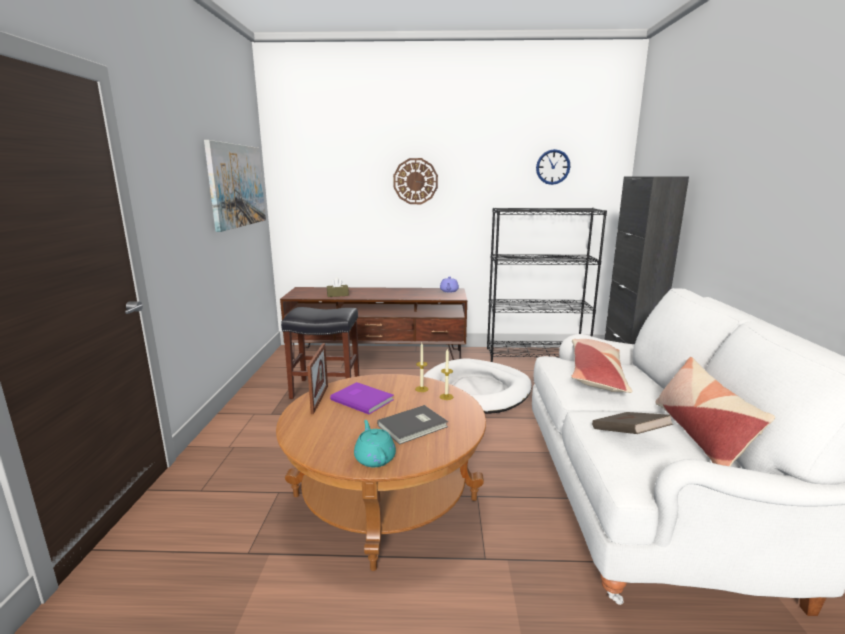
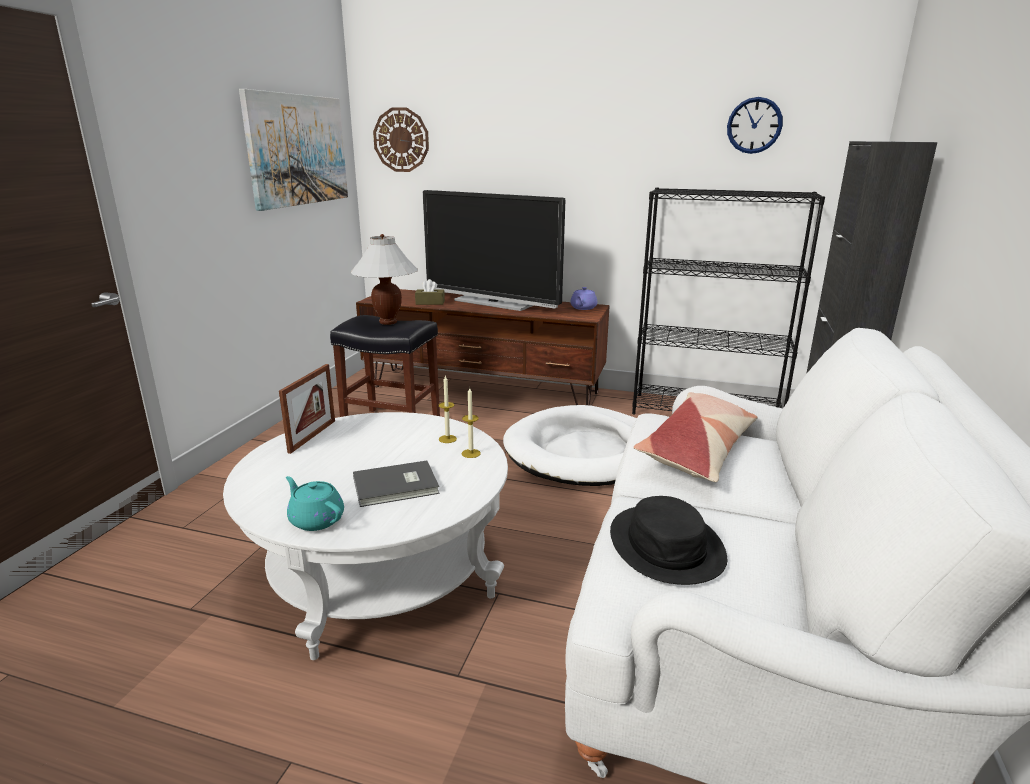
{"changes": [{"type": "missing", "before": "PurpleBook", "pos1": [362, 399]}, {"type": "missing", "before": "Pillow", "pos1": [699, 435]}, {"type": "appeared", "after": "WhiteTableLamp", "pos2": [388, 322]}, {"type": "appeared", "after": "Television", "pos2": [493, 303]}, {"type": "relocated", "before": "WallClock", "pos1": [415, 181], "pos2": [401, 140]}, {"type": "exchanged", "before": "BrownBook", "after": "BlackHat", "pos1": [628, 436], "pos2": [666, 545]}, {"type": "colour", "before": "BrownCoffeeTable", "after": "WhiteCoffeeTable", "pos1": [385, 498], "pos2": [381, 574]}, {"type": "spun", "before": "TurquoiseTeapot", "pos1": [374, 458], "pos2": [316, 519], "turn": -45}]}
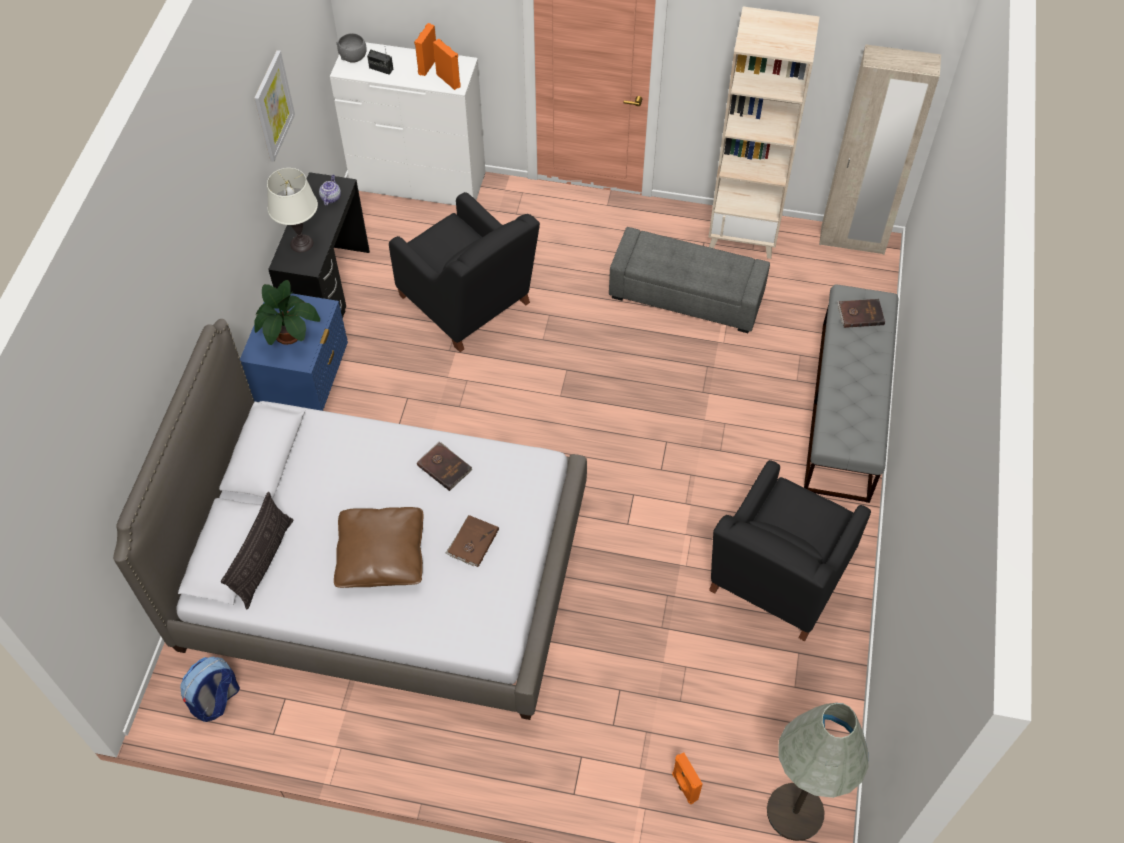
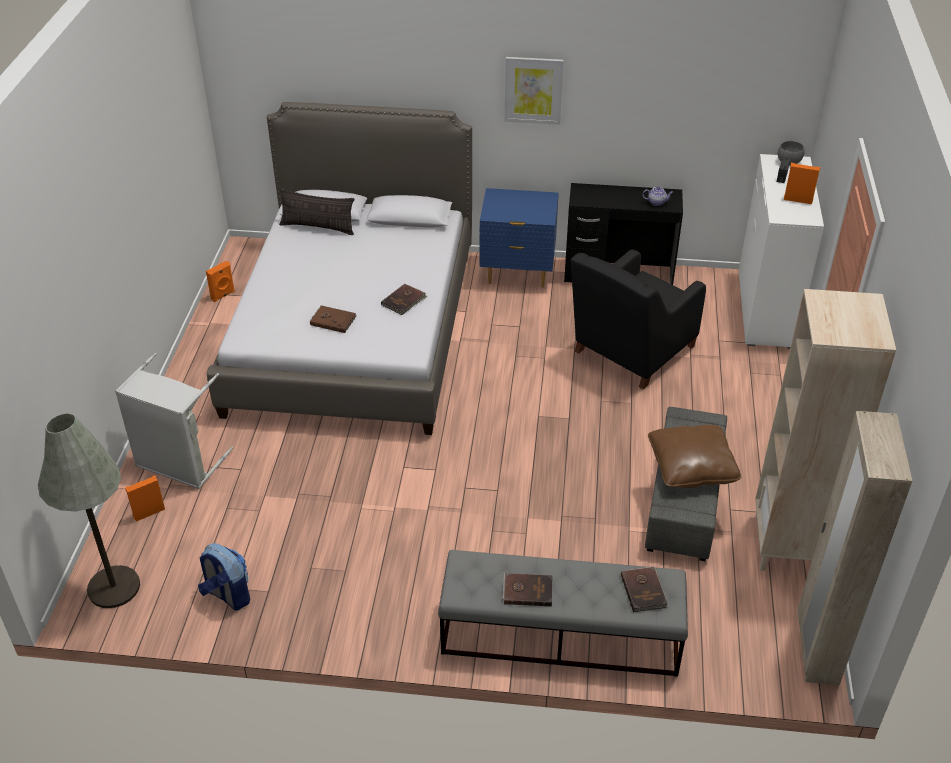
{"changes": [{"type": "missing", "before": "PottedPlant", "pos1": [289, 335]}, {"type": "missing", "before": "WhiteTableLamp", "pos1": [302, 243]}, {"type": "missing", "before": "BlackArmchair", "pos1": [777, 578]}, {"type": "appeared", "after": "GreyLaundryBasket", "pos2": [179, 464]}, {"type": "appeared", "after": "BrownBook", "pos2": [527, 590]}, {"type": "relocated", "before": "Backpack", "pos1": [216, 700], "pos2": [227, 595]}, {"type": "relocated", "before": "Picture", "pos1": [273, 106], "pos2": [533, 90]}, {"type": "relocated", "before": "BrownPillow", "pos1": [381, 555], "pos2": [691, 467]}, {"type": "relocated", "before": "OrangeSpeaker", "pos1": [449, 80], "pos2": [223, 295]}]}
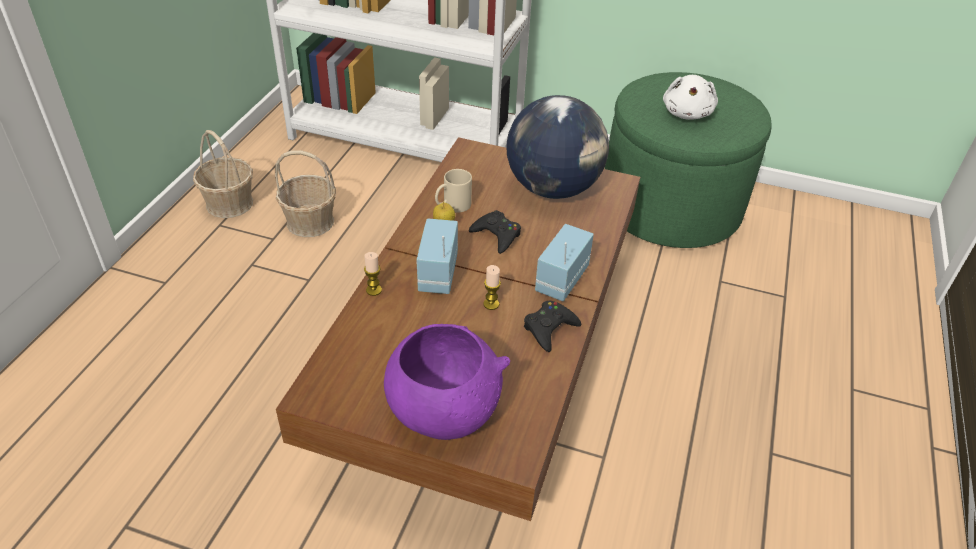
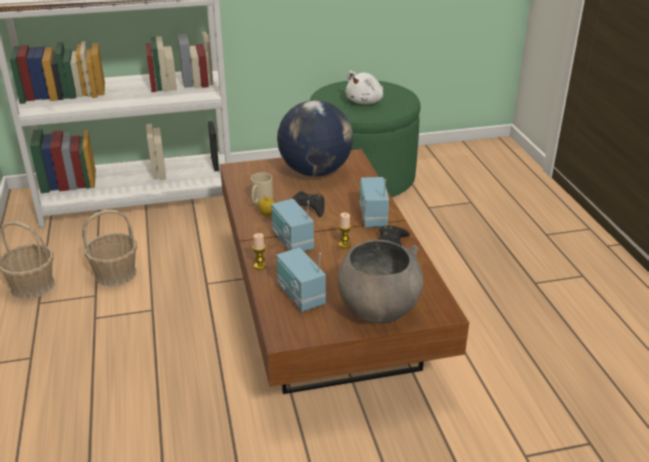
{"changes": [{"type": "appeared", "after": "Radio", "pos2": [300, 296]}, {"type": "colour", "before": "PurpleBowl", "after": "GreyBowl", "pos1": [443, 413], "pos2": [378, 310]}, {"type": "spun", "before": "WhitePlushToy", "pos1": [687, 113], "pos2": [365, 101], "turn": 60}]}
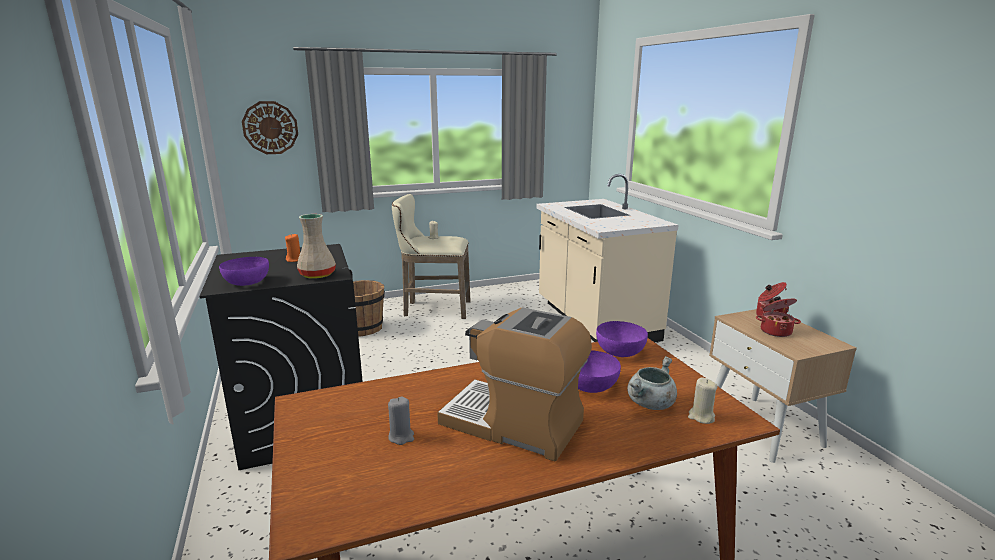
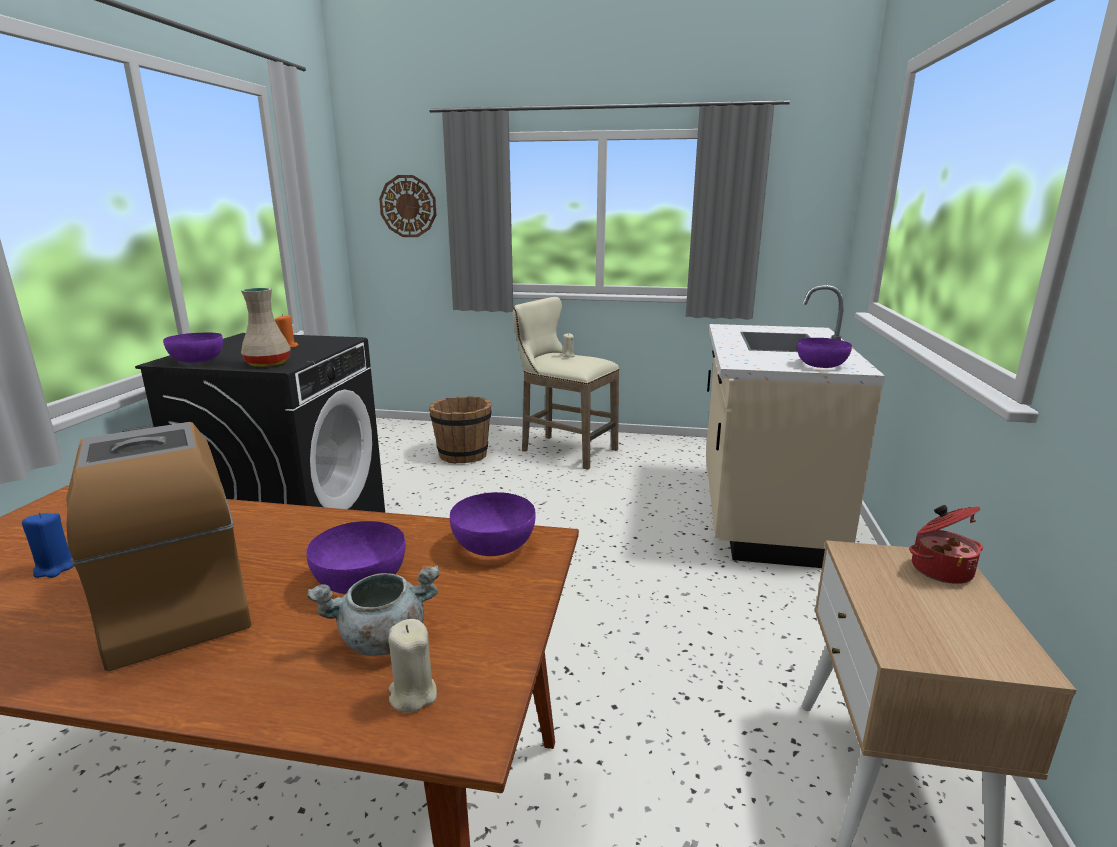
{"changes": [{"type": "missing", "before": "CookingPot", "pos1": [775, 331]}, {"type": "appeared", "after": "PurpleBowl", "pos2": [822, 365]}, {"type": "colour", "before": "GreyCandle", "after": "BlueCandle", "pos1": [401, 437], "pos2": [55, 568]}]}
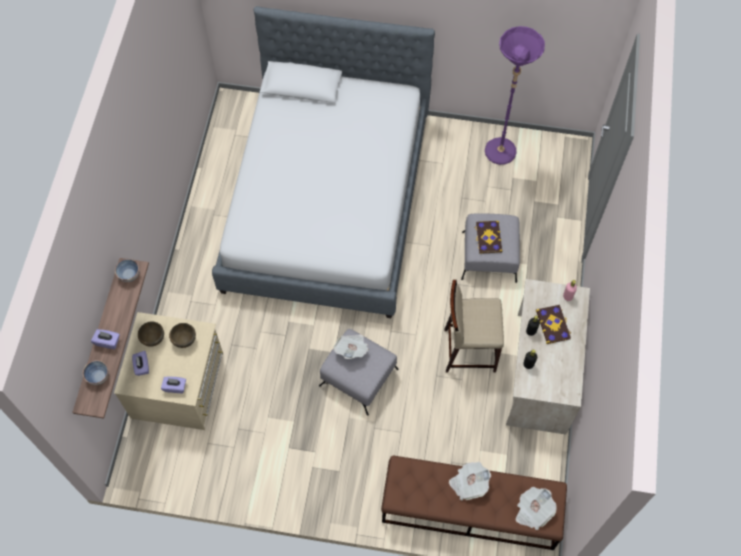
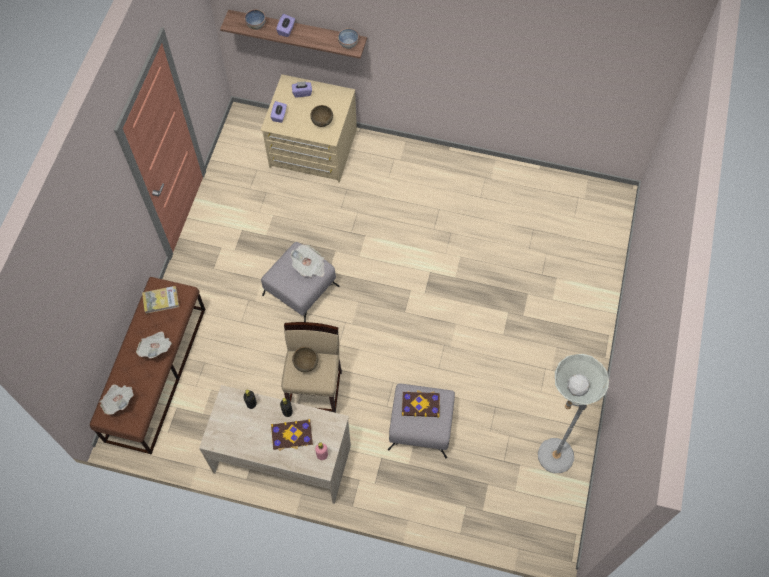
{"changes": [{"type": "missing", "before": "Bed", "pos1": [327, 202]}, {"type": "appeared", "after": "Book", "pos2": [161, 300]}, {"type": "relocated", "before": "BrownBowl", "pos1": [153, 339], "pos2": [306, 364]}, {"type": "colour", "before": "PurpleFloorLamp", "after": "GreyFloorLamp", "pos1": [499, 157], "pos2": [547, 453]}]}
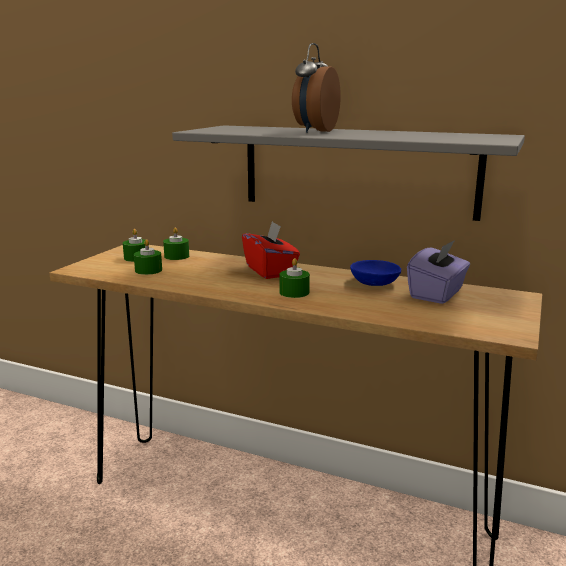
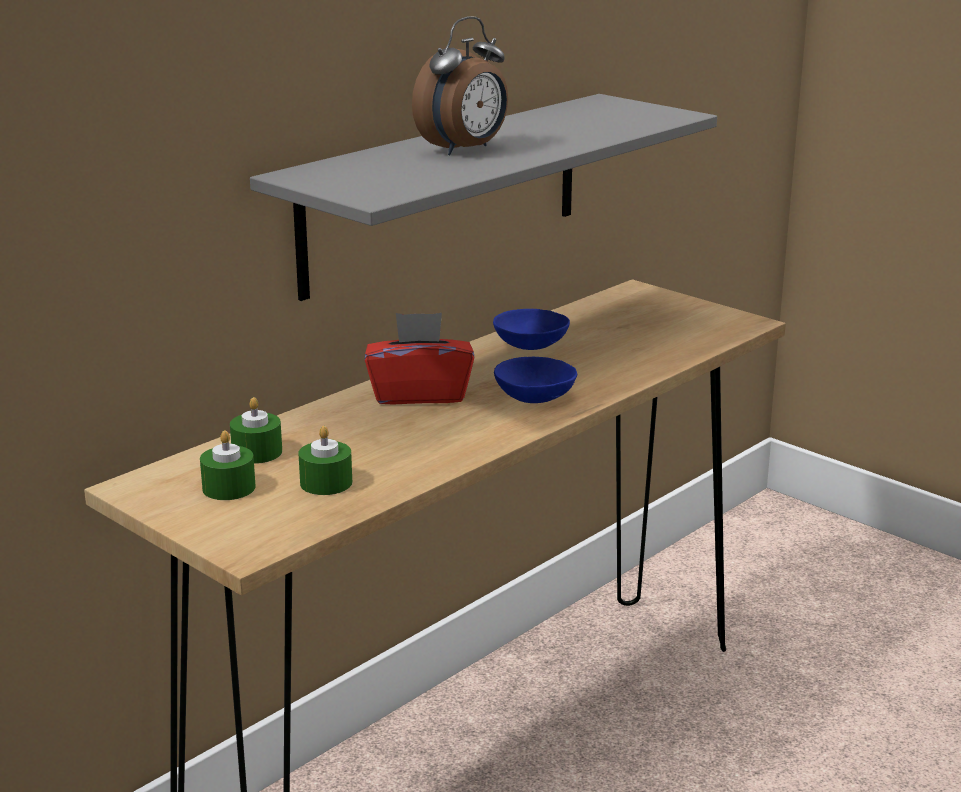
{"changes": [{"type": "missing", "before": "PurpleTissueBox", "pos1": [437, 294]}, {"type": "exchanged", "before": "GreenCandle", "after": "BlueBowl", "pos1": [294, 292], "pos2": [536, 394]}, {"type": "spun", "before": "AlarmClock", "pos1": [314, 131], "pos2": [465, 150], "turn": -90}]}
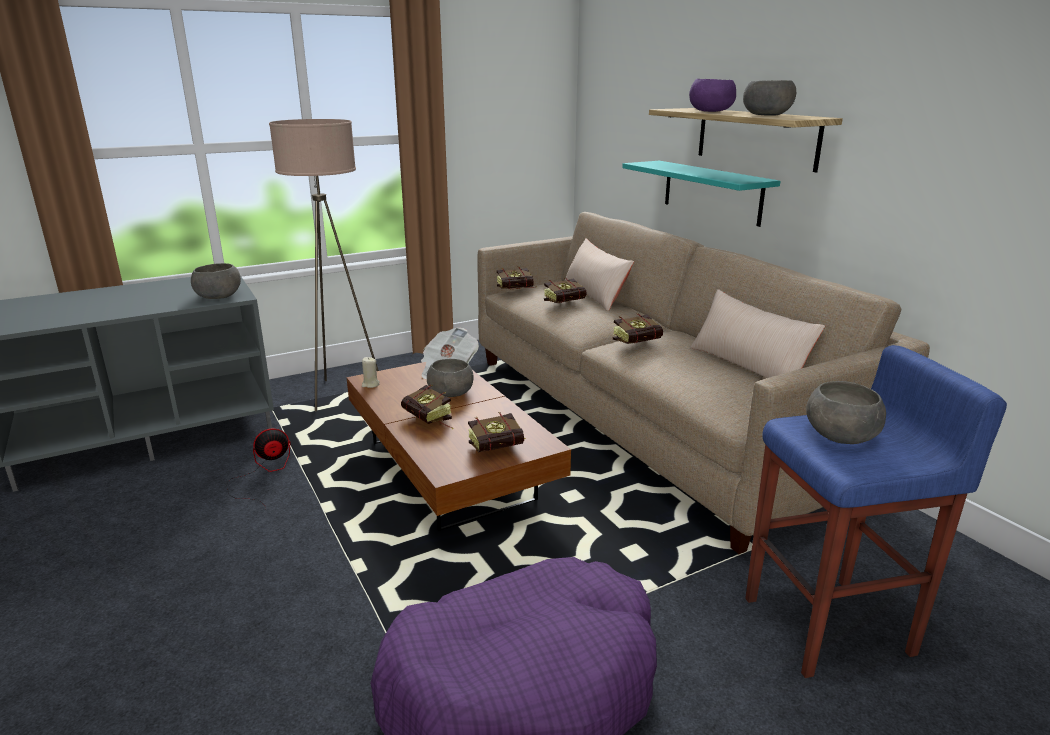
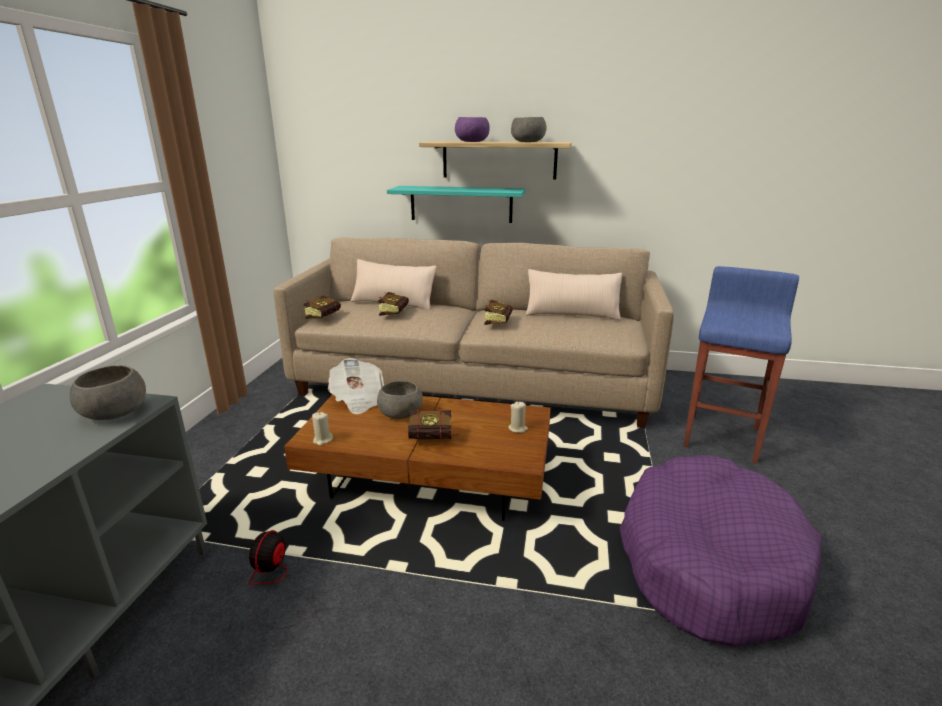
{"changes": [{"type": "missing", "before": "BeigeFloorLamp", "pos1": [341, 394]}, {"type": "missing", "before": "GreyBowl", "pos1": [841, 435]}, {"type": "exchanged", "before": "Book", "after": "BeigeCandle", "pos1": [501, 448], "pos2": [518, 428]}]}
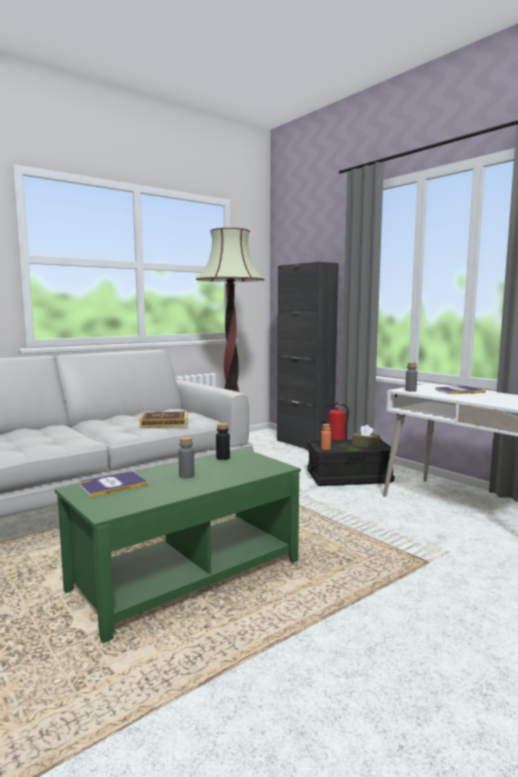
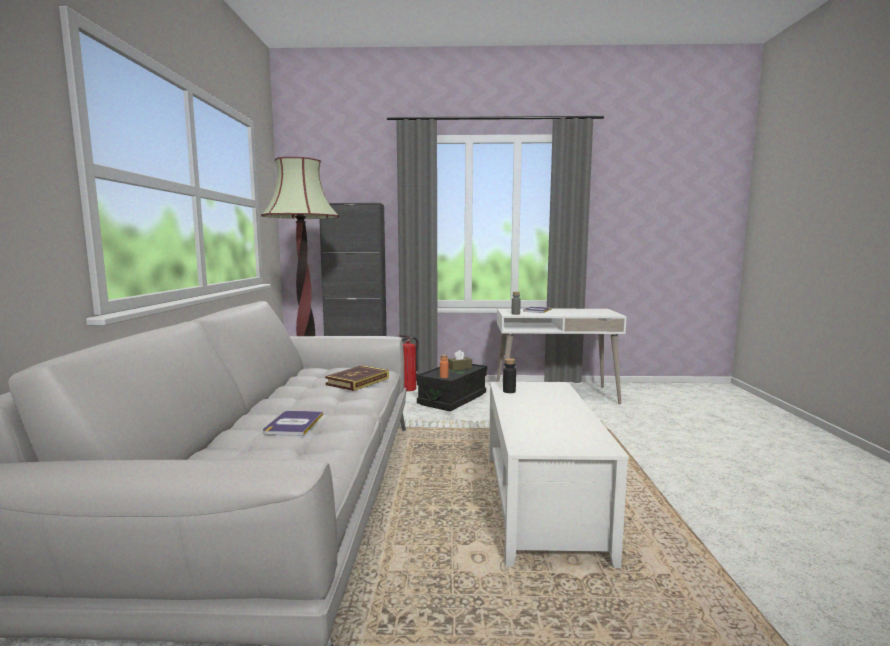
{"changes": [{"type": "missing", "before": "GreyBottle", "pos1": [186, 476]}, {"type": "relocated", "before": "Book", "pos1": [113, 485], "pos2": [293, 424]}, {"type": "colour", "before": "GreenCoffeeTable", "after": "WhiteCoffeeTable", "pos1": [187, 575], "pos2": [541, 503]}]}
